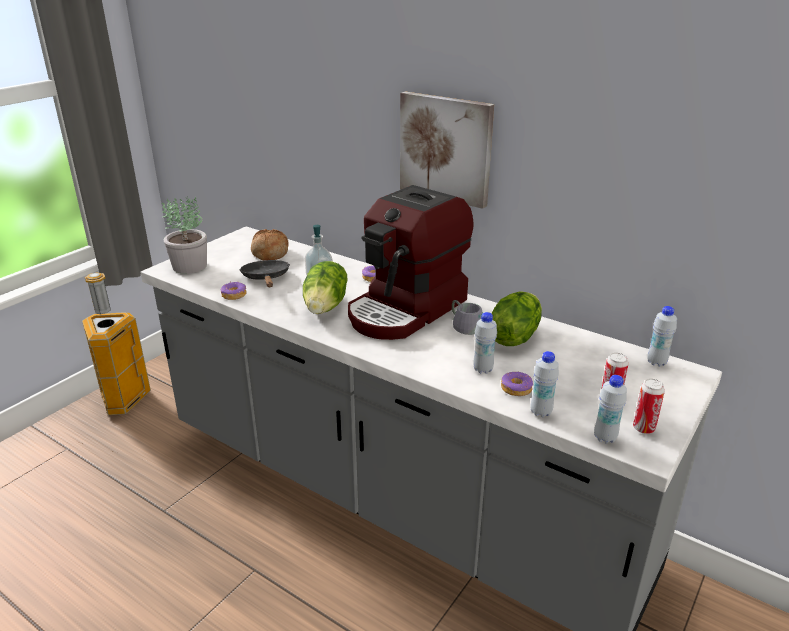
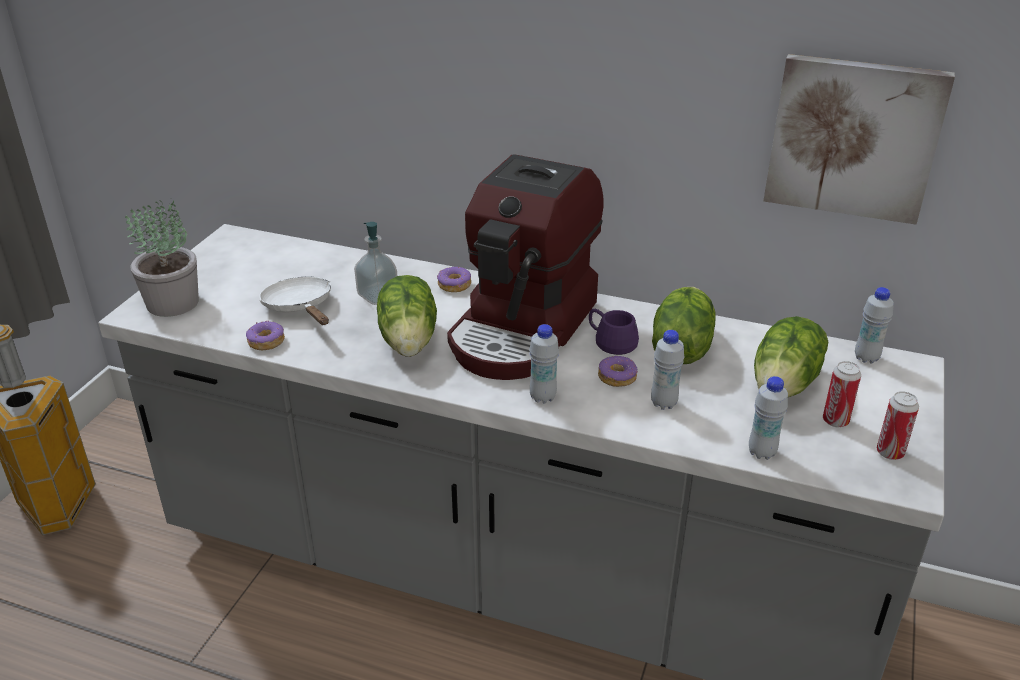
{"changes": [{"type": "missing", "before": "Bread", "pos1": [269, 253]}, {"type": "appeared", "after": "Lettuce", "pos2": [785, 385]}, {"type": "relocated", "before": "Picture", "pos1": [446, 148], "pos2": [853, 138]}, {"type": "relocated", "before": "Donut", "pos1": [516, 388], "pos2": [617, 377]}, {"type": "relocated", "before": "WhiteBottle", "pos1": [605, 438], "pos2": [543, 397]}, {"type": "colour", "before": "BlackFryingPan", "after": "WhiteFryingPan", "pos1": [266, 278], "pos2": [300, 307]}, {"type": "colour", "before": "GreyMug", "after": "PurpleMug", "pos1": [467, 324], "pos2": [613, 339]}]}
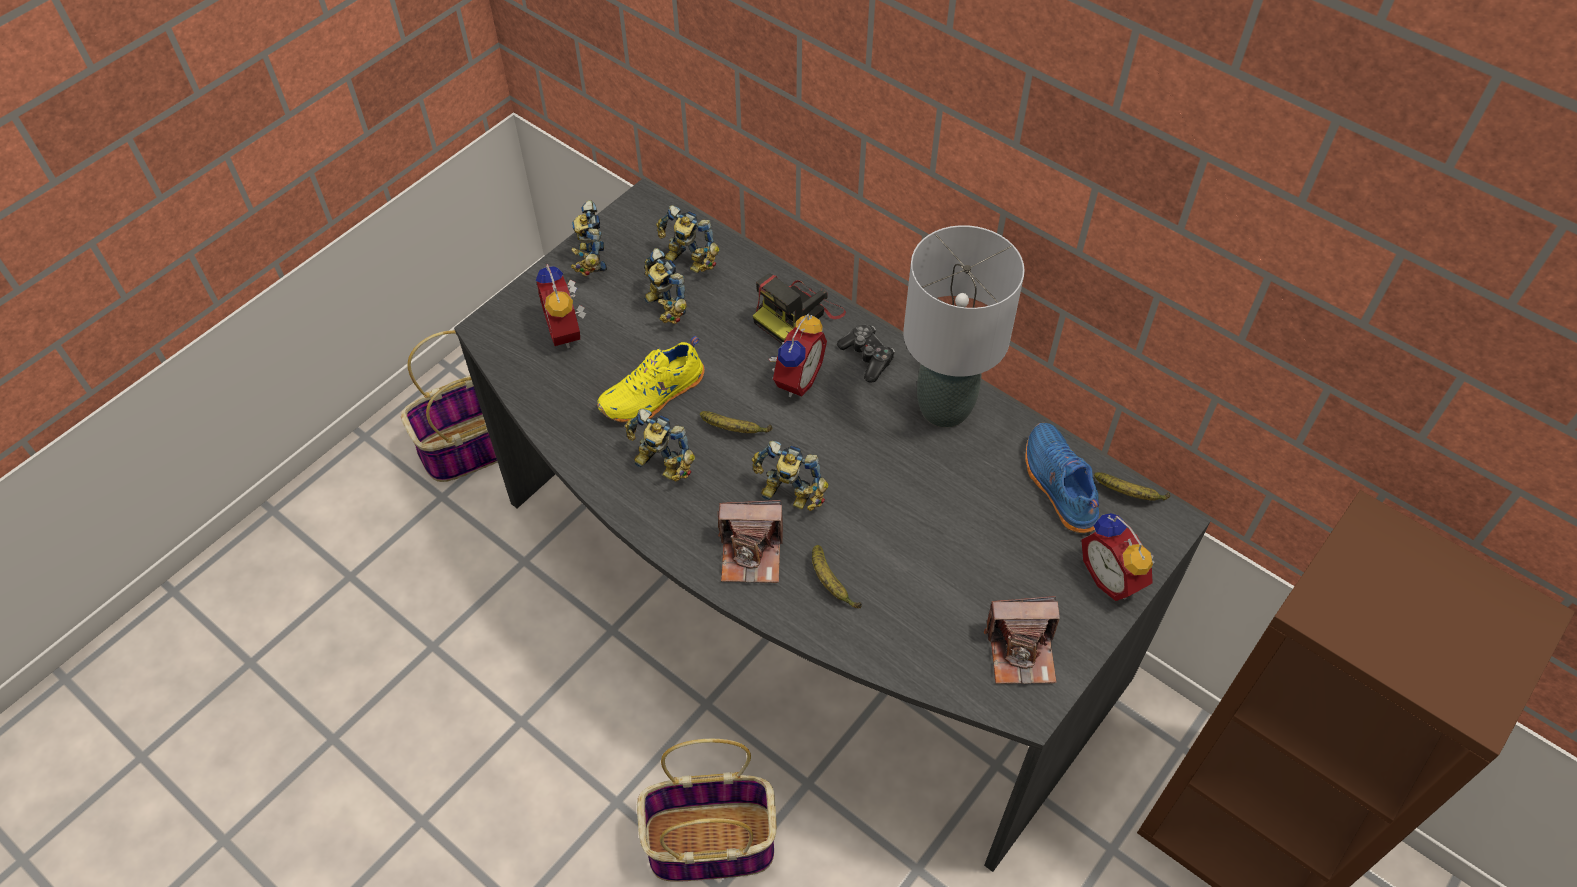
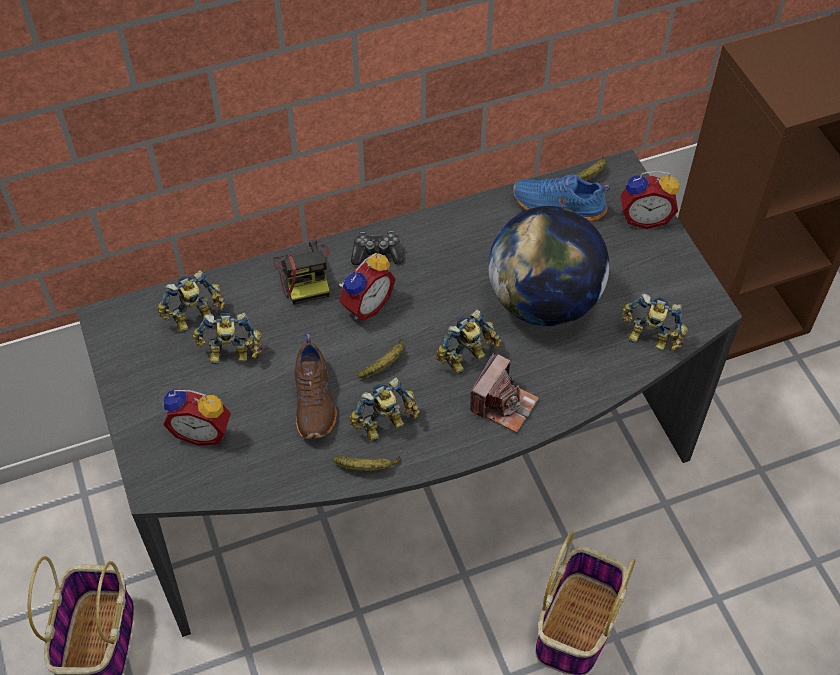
{"changes": [{"type": "missing", "before": "GreyTableLamp", "pos1": [943, 408]}, {"type": "missing", "before": "PhotoCamera", "pos1": [1021, 652]}, {"type": "appeared", "after": "Globe", "pos2": [544, 302]}, {"type": "relocated", "before": "ToyRobot", "pos1": [589, 259], "pos2": [649, 340]}, {"type": "relocated", "before": "Banana", "pos1": [831, 583], "pos2": [367, 467]}, {"type": "colour", "before": "YellowShoe", "after": "BrownShoe", "pos1": [654, 396], "pos2": [315, 401]}, {"type": "spun", "before": "AlarmClock", "pos1": [795, 379], "pos2": [365, 305], "turn": 75}]}
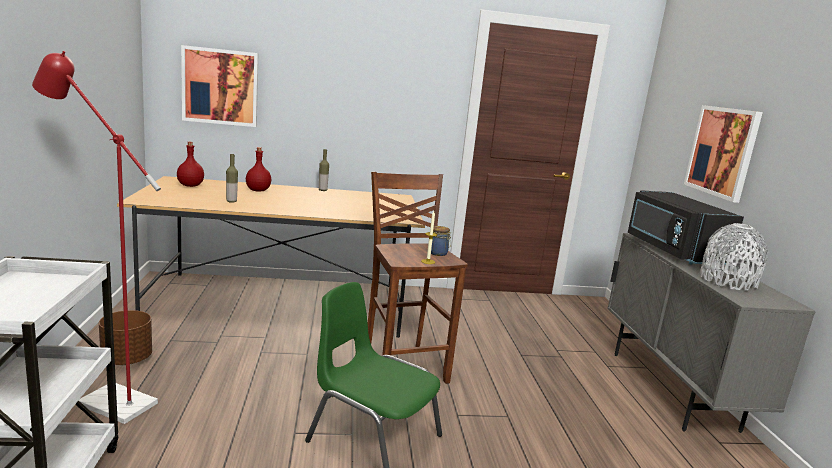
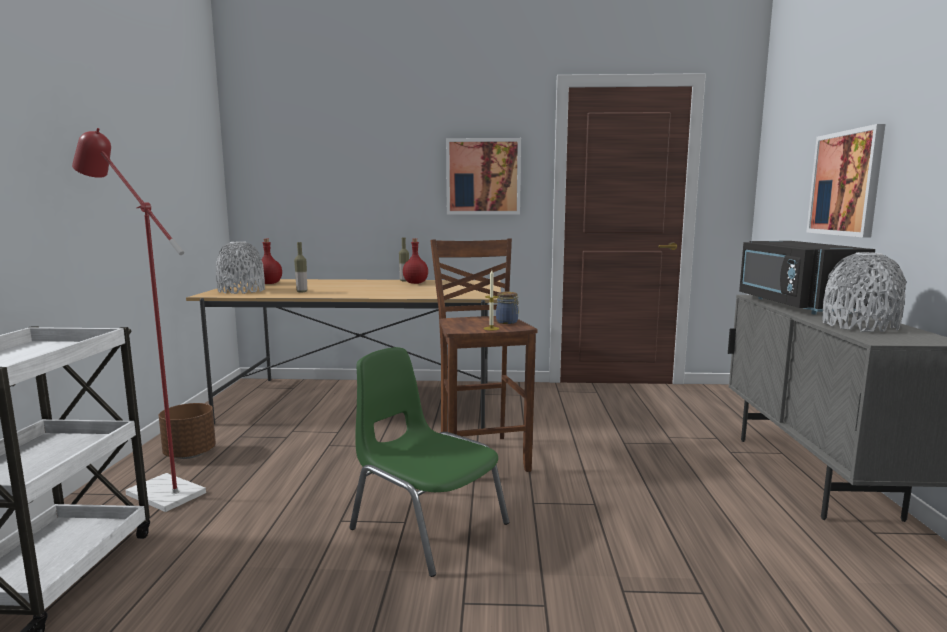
{"changes": [{"type": "appeared", "after": "GreyVase", "pos2": [241, 291]}, {"type": "relocated", "before": "Picture", "pos1": [220, 86], "pos2": [483, 176]}, {"type": "relocated", "before": "RedBottle", "pos1": [257, 190], "pos2": [415, 283]}]}
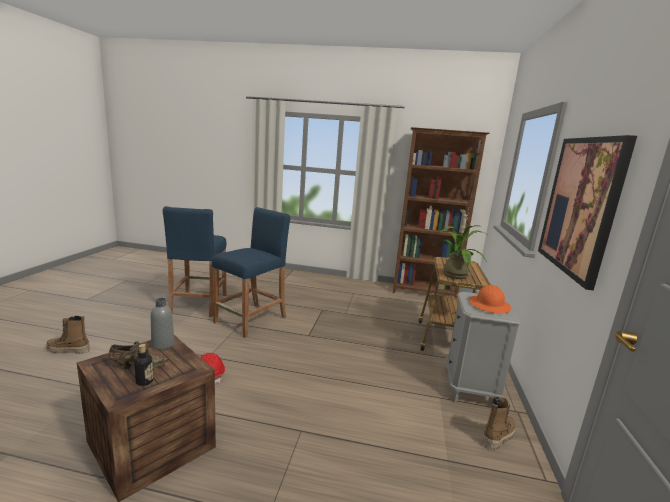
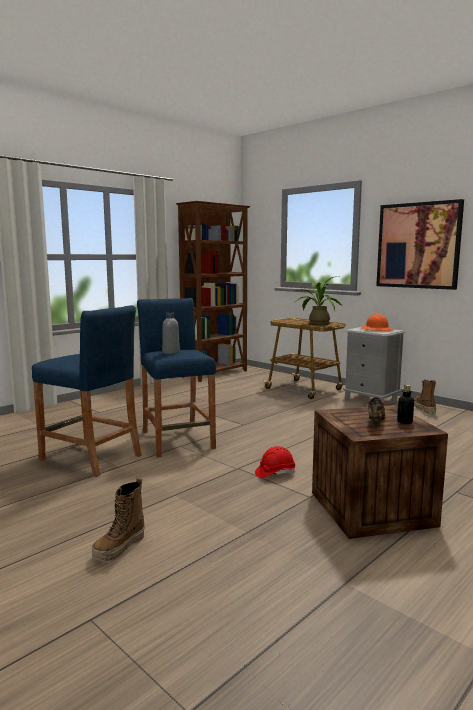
{"changes": [{"type": "relocated", "before": "GreyBottle", "pos1": [163, 344], "pos2": [171, 352]}]}
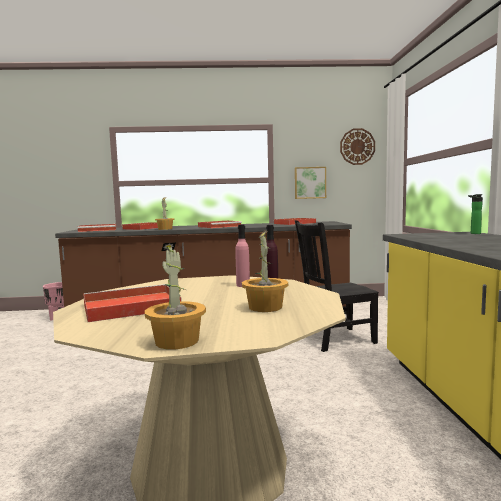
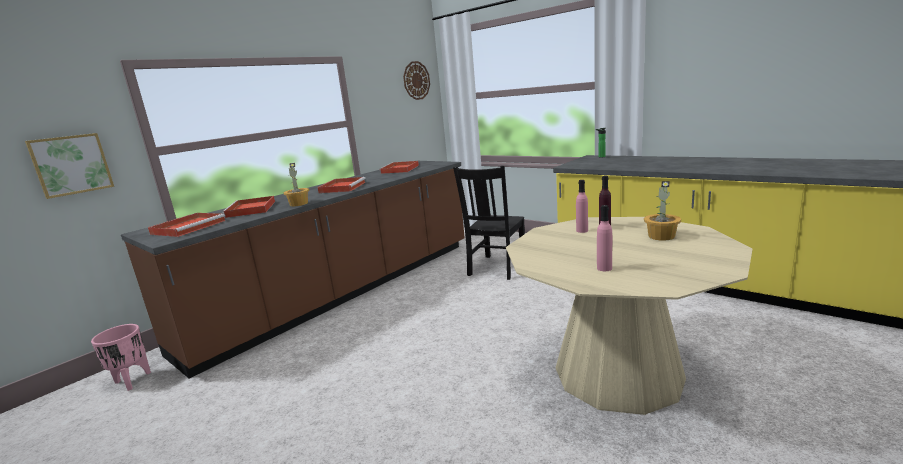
{"changes": [{"type": "missing", "before": "PottedPlant", "pos1": [177, 341]}, {"type": "relocated", "before": "Picture", "pos1": [310, 183], "pos2": [71, 164]}, {"type": "exchanged", "before": "RedTray", "after": "PinkBottle", "pos1": [129, 307], "pos2": [604, 268]}]}
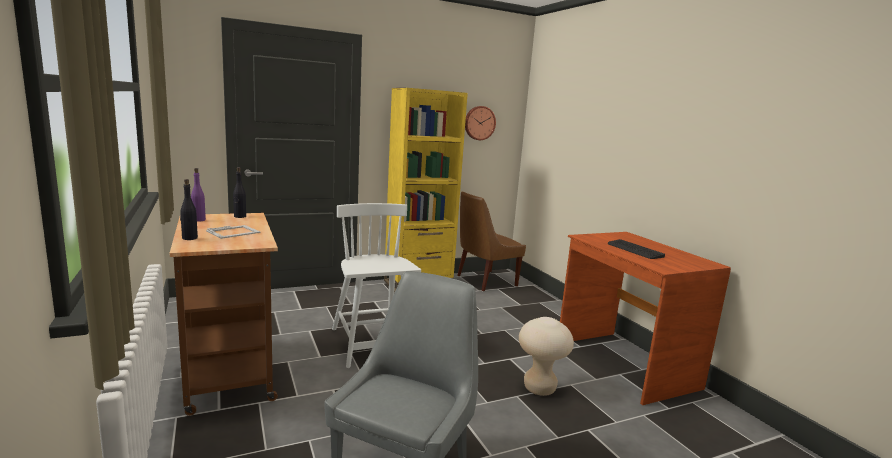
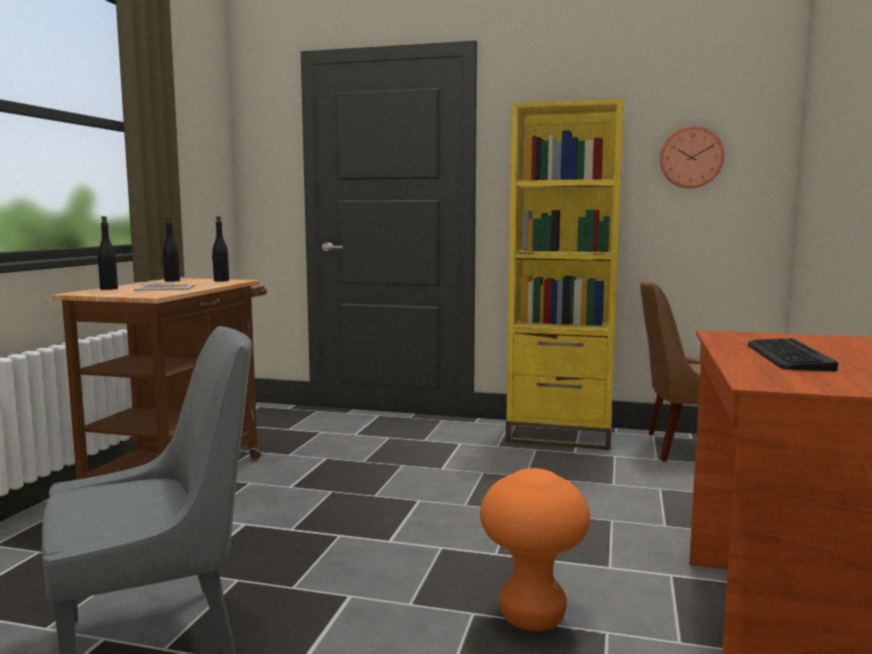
{"changes": [{"type": "missing", "before": "WhiteChair", "pos1": [372, 344]}, {"type": "colour", "before": "PurpleBottle", "after": "BlackBottle", "pos1": [198, 220], "pos2": [172, 280]}, {"type": "colour", "before": "BeigeStool", "after": "OrangeStool", "pos1": [539, 388], "pos2": [532, 617]}]}
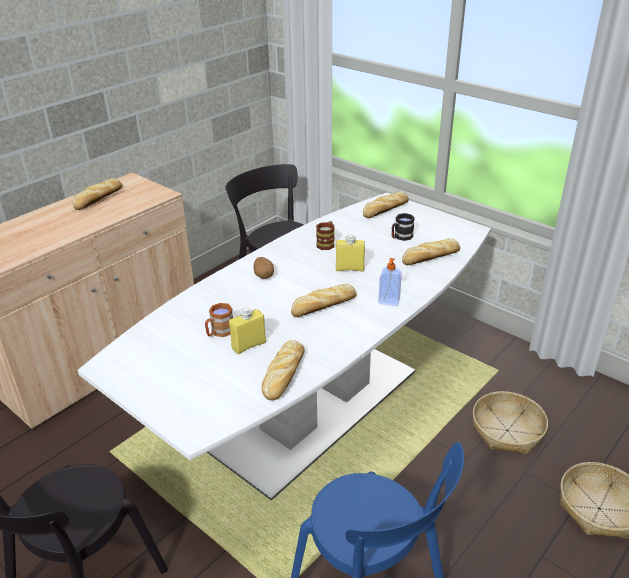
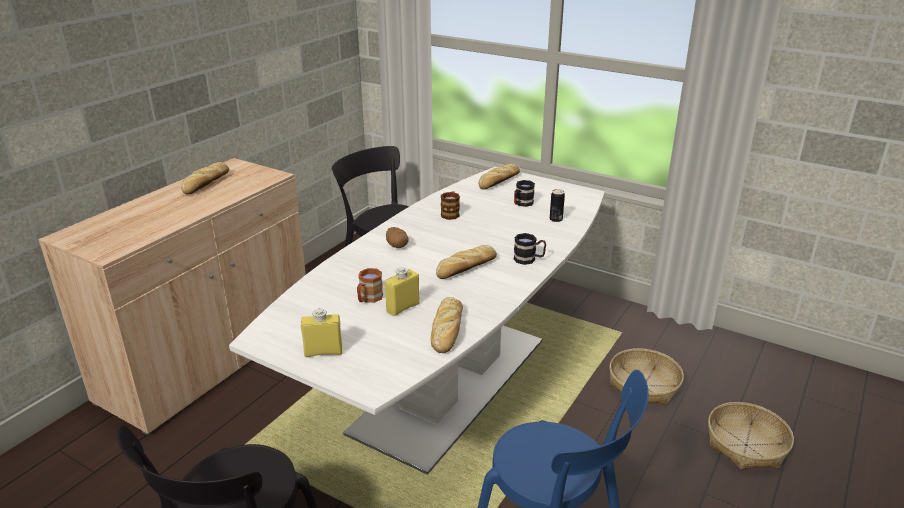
{"changes": [{"type": "relocated", "before": "YellowBottle", "pos1": [349, 268], "pos2": [323, 352]}, {"type": "exchanged", "before": "SoapDispenser", "after": "BlackMug", "pos1": [389, 301], "pos2": [529, 259]}, {"type": "exchanged", "before": "Bread", "after": "Can", "pos1": [430, 257], "pos2": [556, 219]}]}
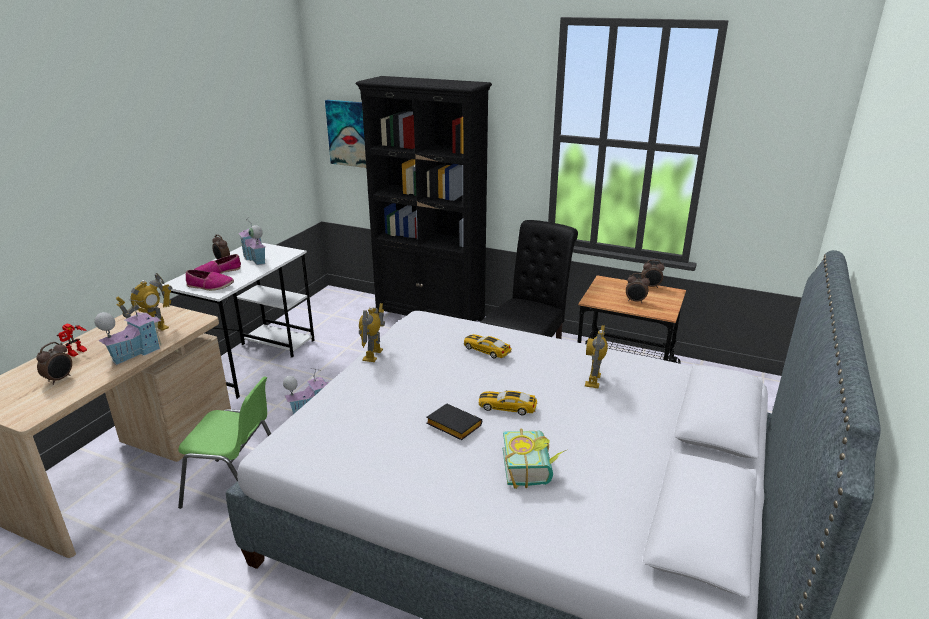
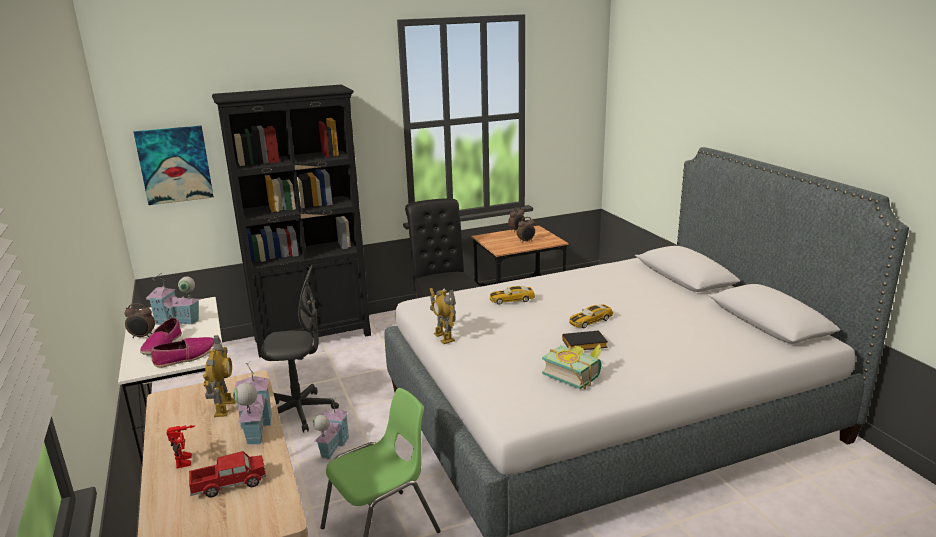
{"changes": [{"type": "missing", "before": "ToyRobot", "pos1": [593, 380]}, {"type": "appeared", "after": "GreyOfficeChair", "pos2": [300, 412]}, {"type": "relocated", "before": "Book", "pos1": [532, 469], "pos2": [574, 375]}, {"type": "exchanged", "before": "AlarmClock", "after": "ToyTruck", "pos1": [60, 379], "pos2": [229, 484]}]}
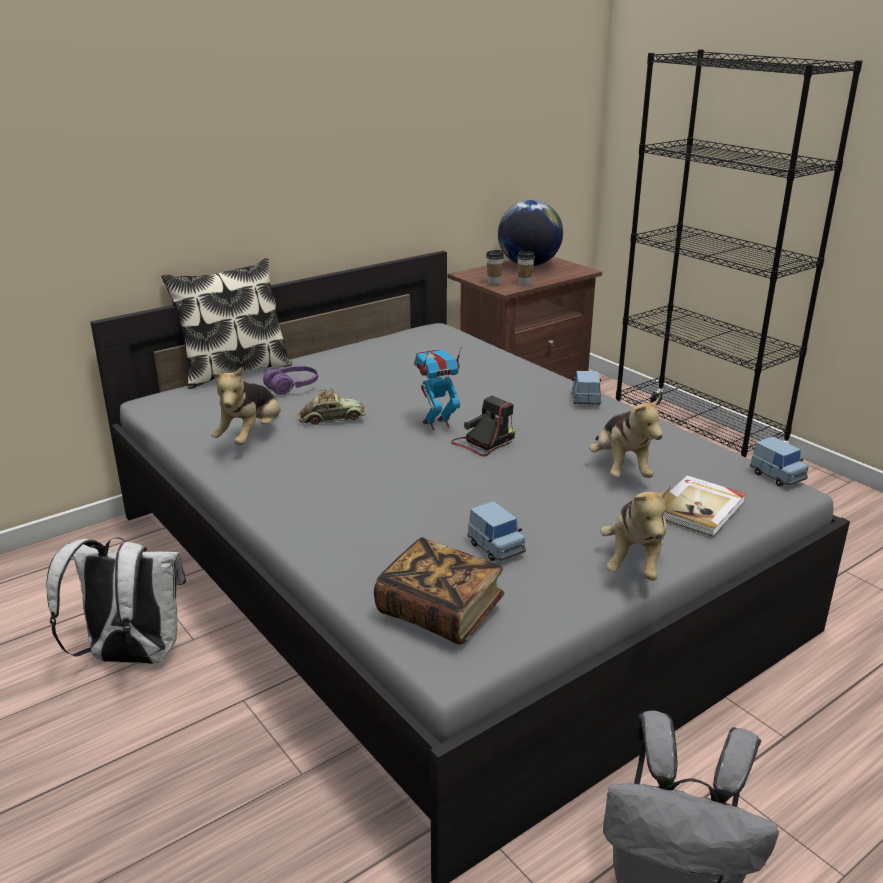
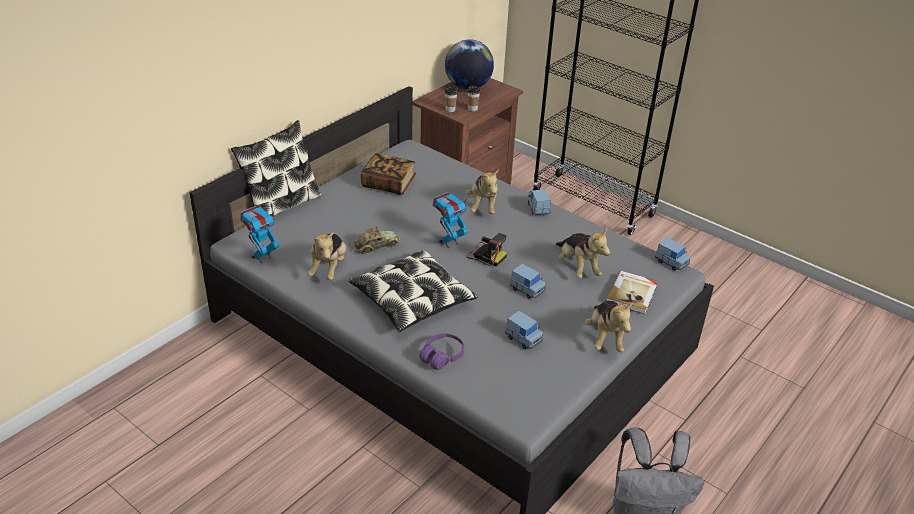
{"changes": [{"type": "missing", "before": "WhiteBackpack", "pos1": [131, 657]}, {"type": "appeared", "after": "ToyRobot", "pos2": [262, 257]}, {"type": "appeared", "after": "Pillow", "pos2": [412, 300]}, {"type": "appeared", "after": "PlushToy", "pos2": [483, 206]}, {"type": "appeared", "after": "BlueToyCar", "pos2": [527, 290]}, {"type": "relocated", "before": "PurpleHeadphones", "pos1": [292, 387], "pos2": [442, 356]}, {"type": "relocated", "before": "Book", "pos1": [440, 611], "pos2": [388, 184]}, {"type": "spun", "before": "PhotoCamera", "pos1": [484, 442], "pos2": [486, 255], "turn": 90}]}
